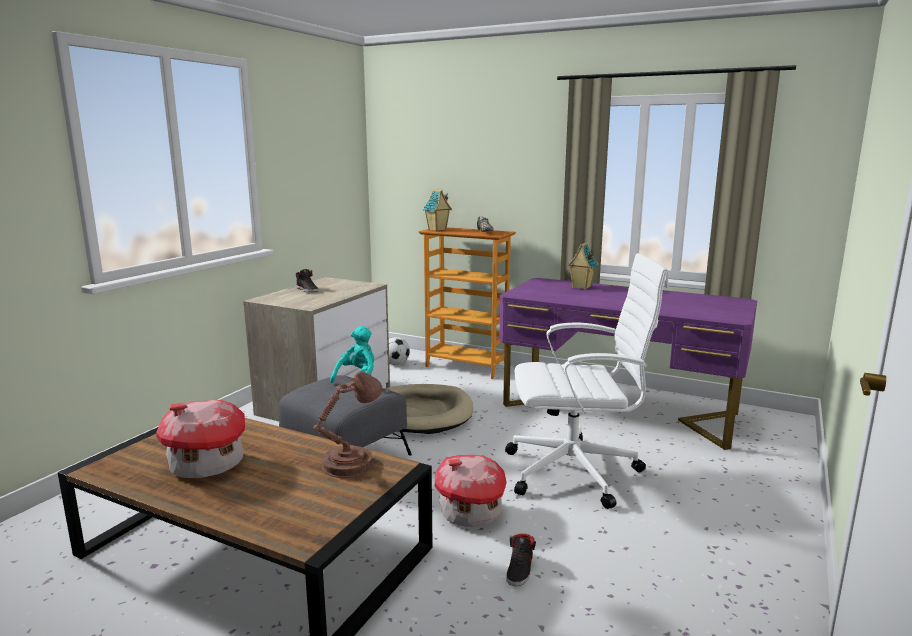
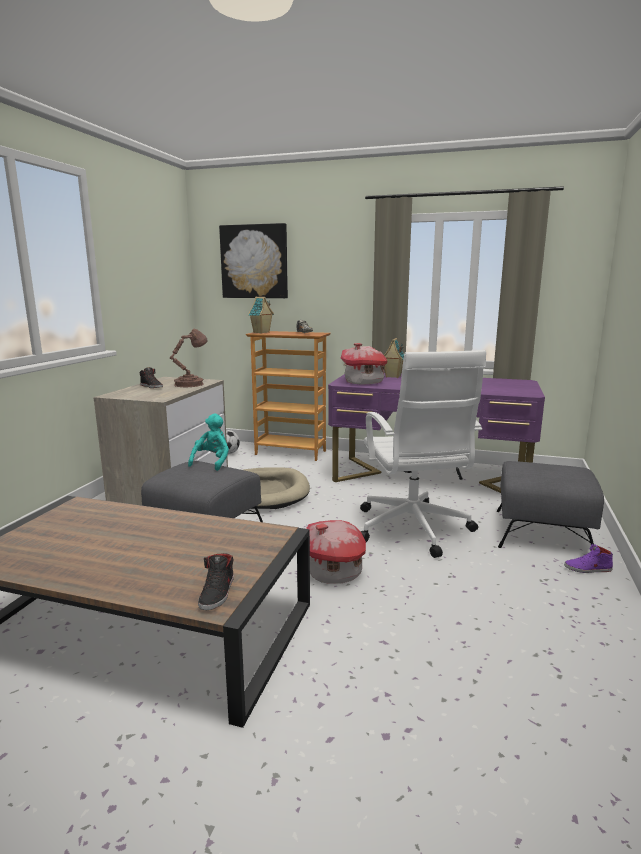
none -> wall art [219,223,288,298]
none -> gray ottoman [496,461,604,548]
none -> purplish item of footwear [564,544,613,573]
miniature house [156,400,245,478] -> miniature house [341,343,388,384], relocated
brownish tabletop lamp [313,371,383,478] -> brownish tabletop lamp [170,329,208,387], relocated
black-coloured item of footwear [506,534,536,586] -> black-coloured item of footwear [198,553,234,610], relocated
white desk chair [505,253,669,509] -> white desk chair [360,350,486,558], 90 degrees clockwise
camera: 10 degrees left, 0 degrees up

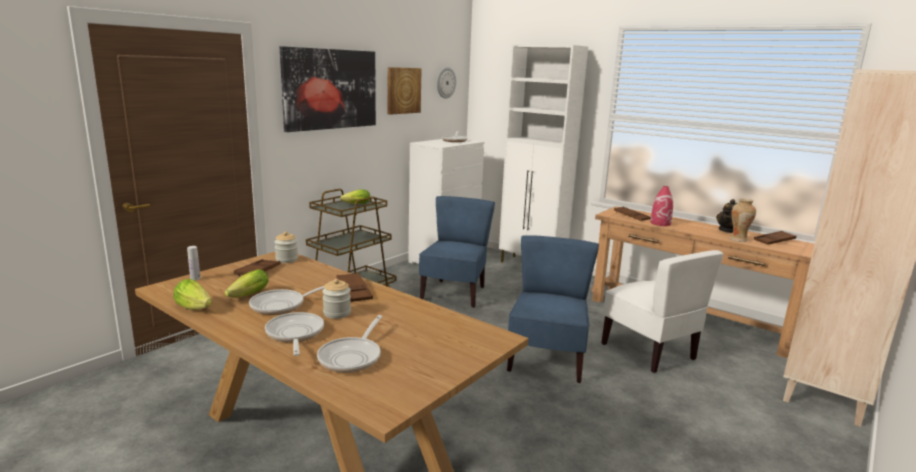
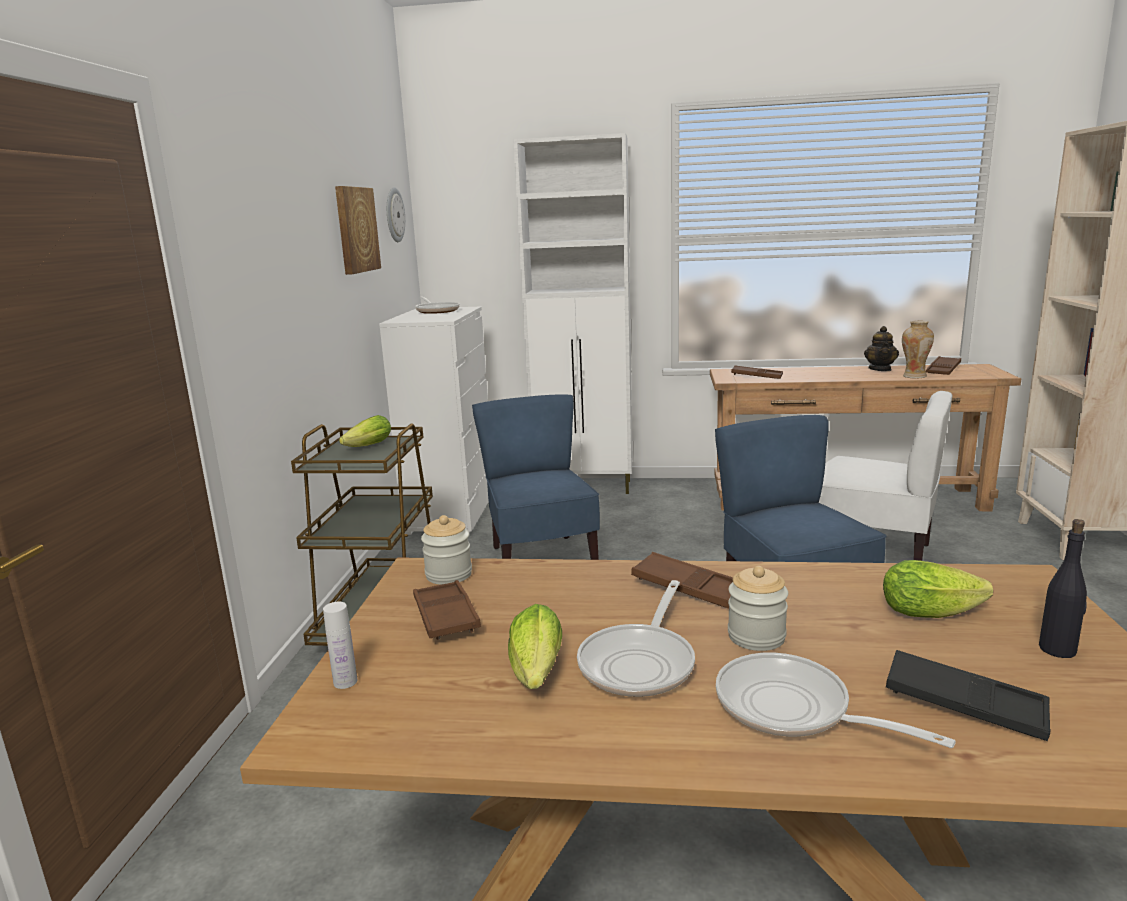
wall art [280,46,376,132] -> none
reddish decorative vase [650,186,673,226] -> none
none -> black-coloured bottle [1039,519,1087,658]
lettuce [173,279,212,310] -> lettuce [883,560,993,618], relocated
pan [317,315,383,373] -> black-coloured carrying tray [886,650,1051,741]
camera: 30 degrees left, 0 degrees up

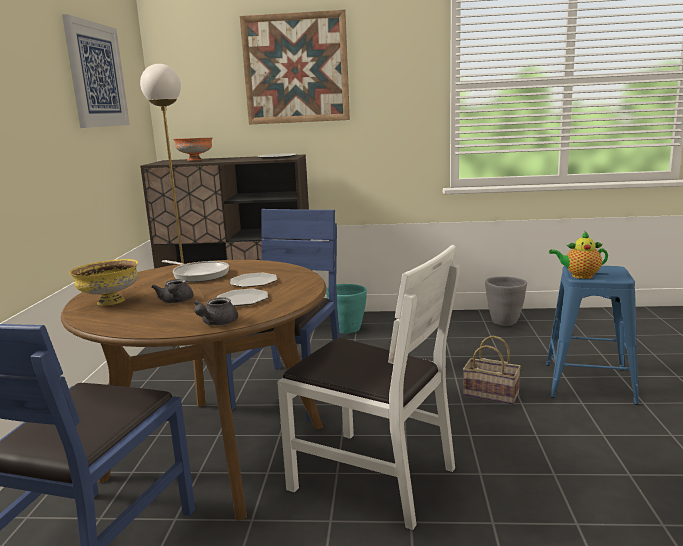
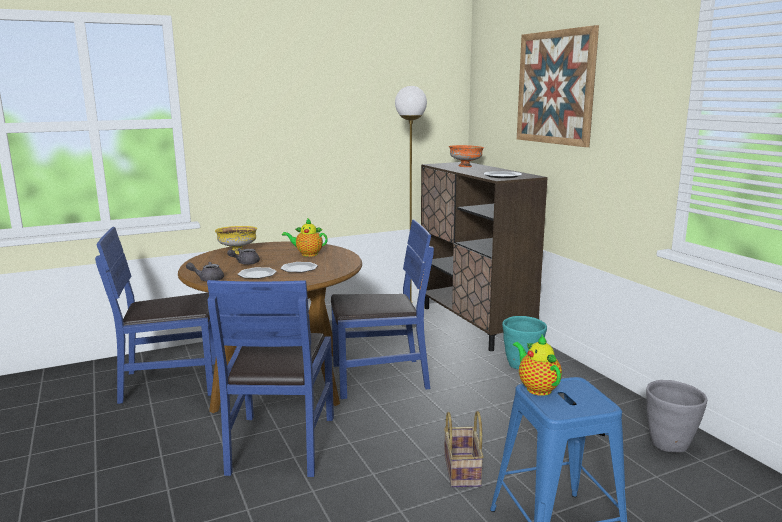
wall art [62,14,130,128] -> none
pan [162,260,229,282] -> teapot [282,218,328,257]
white chair [277,245,459,530] -> blue chair [207,280,334,477]
camera: 60 degrees right, 0 degrees up

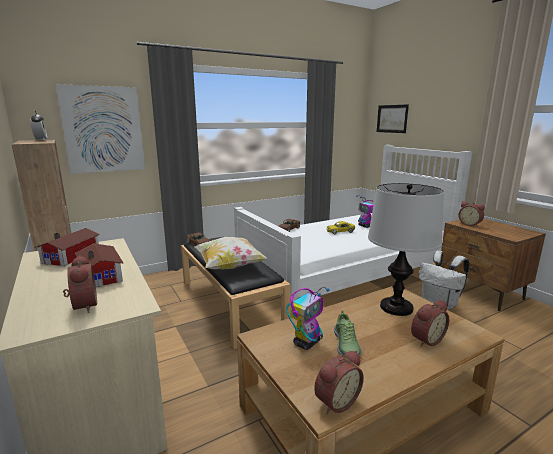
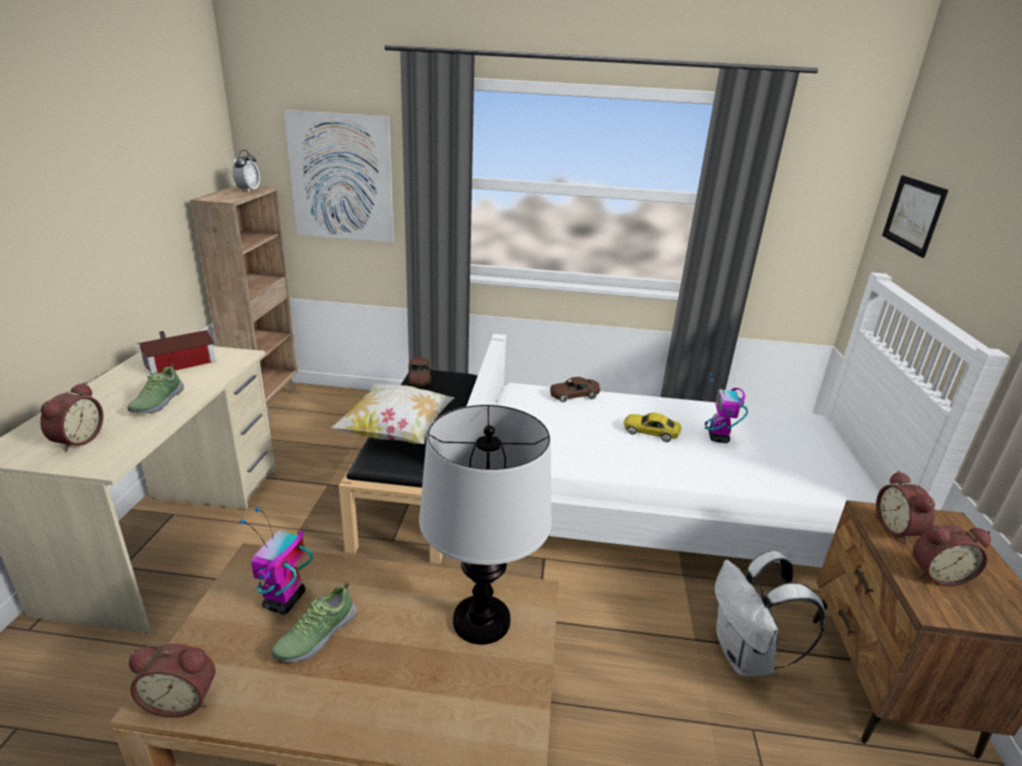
alarm clock [411,300,449,347] -> alarm clock [913,525,991,586], relocated
miniature house [75,243,123,287] -> item of footwear [127,364,184,414]
model robot [286,287,329,350] -> model robot [240,507,313,615], 120 degrees clockwise
camera: 35 degrees right, 10 degrees up

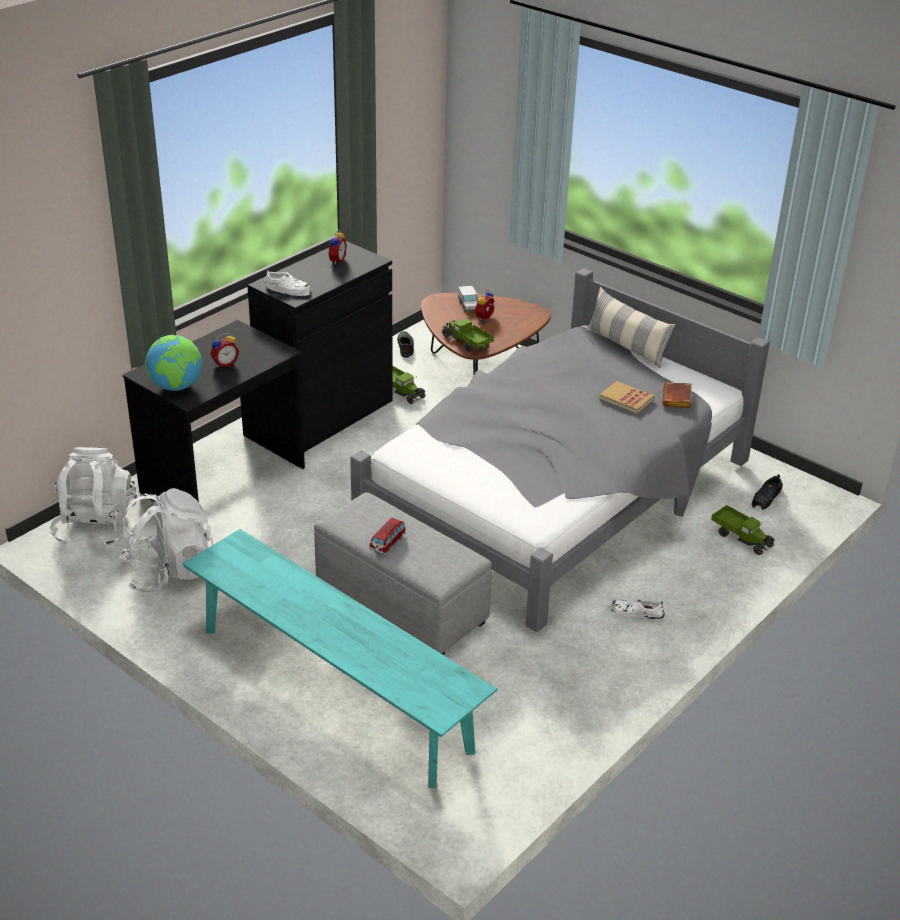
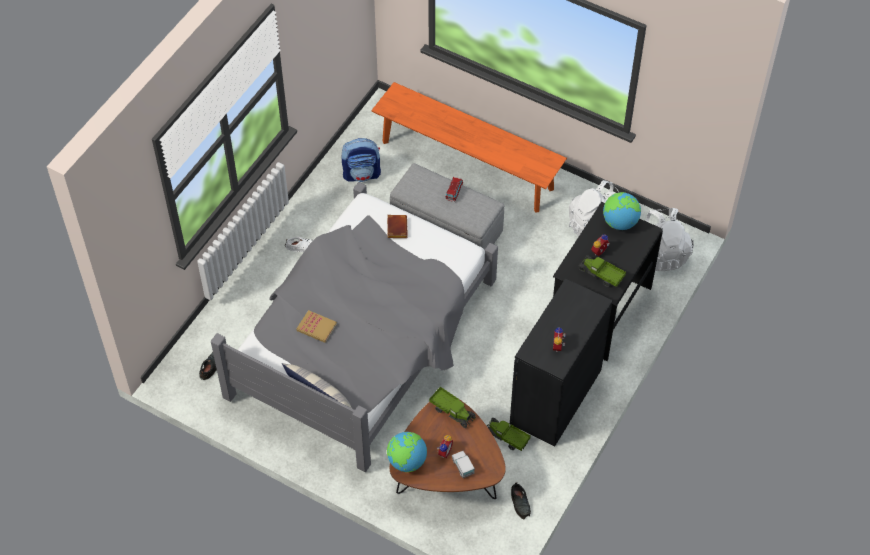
white item of footwear [264,270,311,296] -> none
none -> backpack [342,138,381,182]
none -> globe [387,432,427,472]
brownish volume [662,382,692,408] -> brownish volume [387,215,408,238], relocated
toy truck [711,505,774,555] -> toy truck [578,255,626,287], relocated
turquoise indoor bench [183,529,497,788] -> orangey indoor bench [371,82,567,213]
camera: 170 degrees right, 20 degrees up

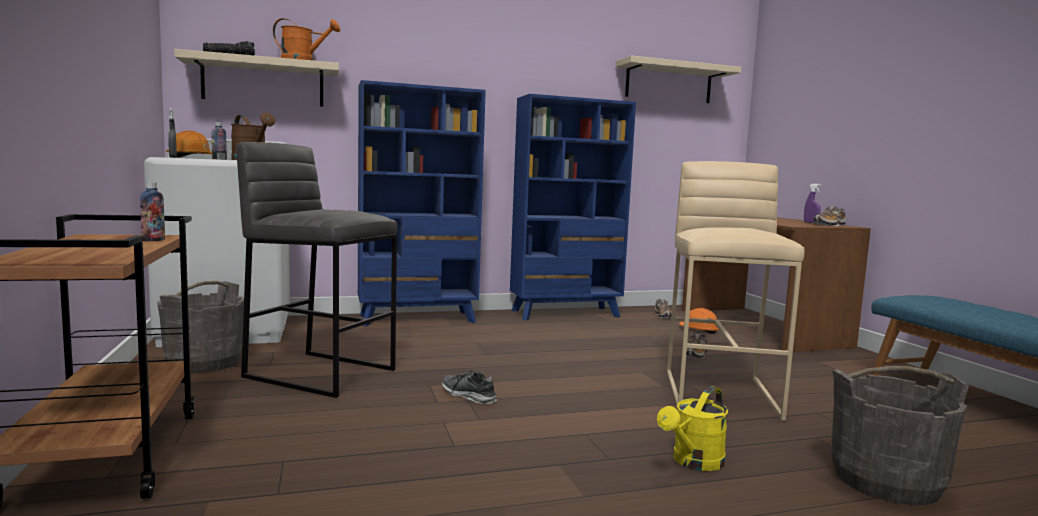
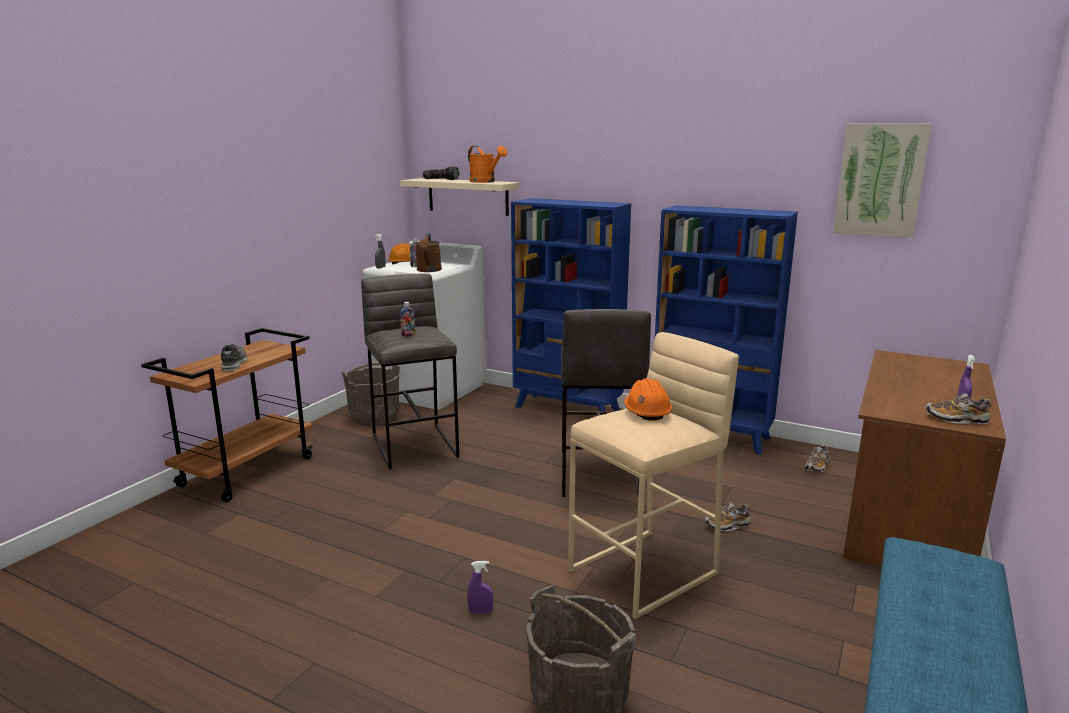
none -> gray sitting stool [561,309,651,497]
bottle [140,182,165,241] -> bottle [400,302,415,337], relocated
item of footwear [442,370,497,404] -> item of footwear [221,344,248,371], relocated
orangey hard hat [679,308,719,334] -> orangey hard hat [624,378,672,421], relocated
beige-coloured shelf [616,55,741,103] -> wall art [833,123,931,238]
yellow sprinkling can [657,386,728,471] -> purplish sprayer [467,561,493,613]
camera: 45 degrees right, 10 degrees up

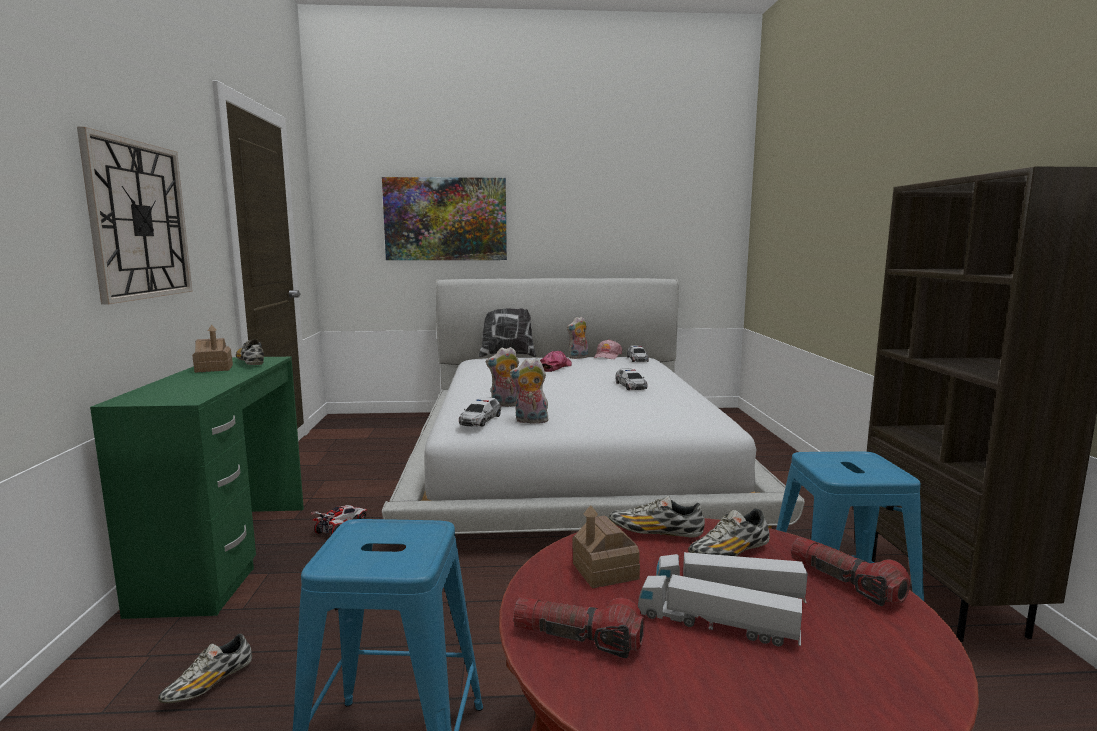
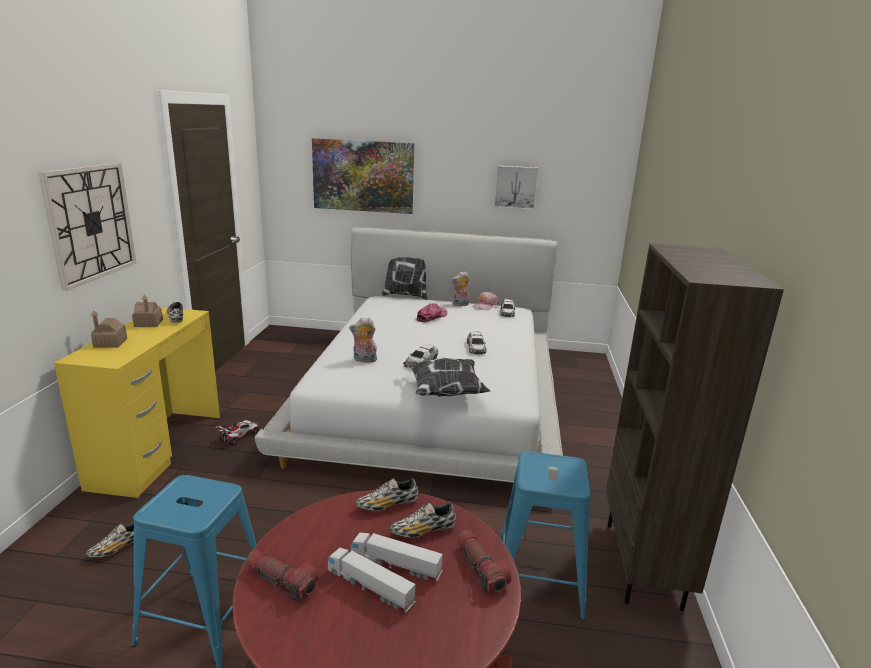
soft toy [510,358,550,424] -> none
none -> pillow [403,358,490,397]
none -> wall art [494,166,538,210]
model car [459,397,501,427] -> model car [406,344,438,368], relocated
miniature house [572,505,640,588] -> miniature house [91,311,127,348], relocated
green desk unit [90,357,304,619] -> yellow desk unit [54,307,220,498]
item of footwear [609,496,705,537] -> item of footwear [355,478,418,511], 45 degrees counterclockwise
camera: 10 degrees right, 10 degrees up

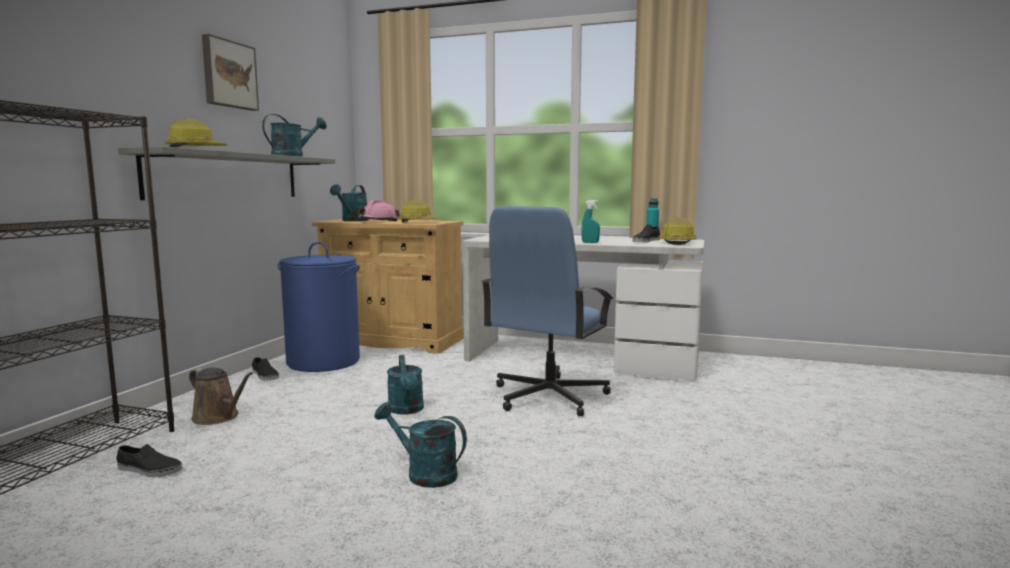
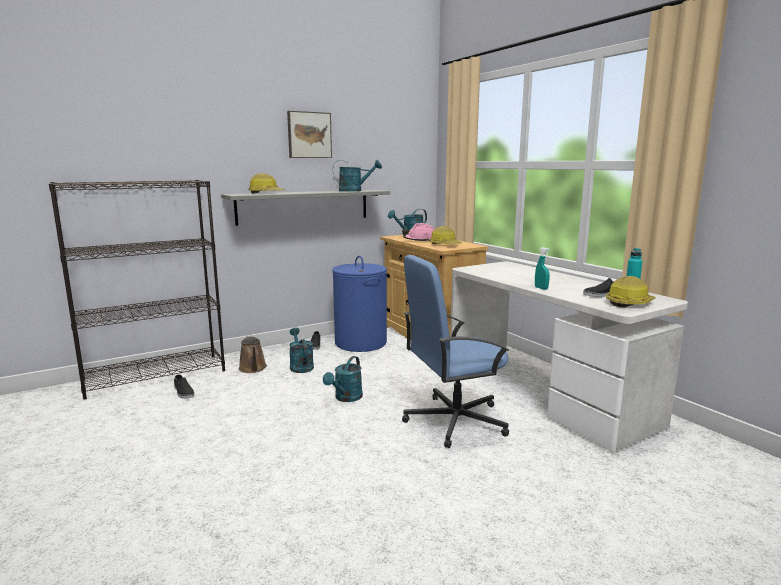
turquoise sprinkling can [375,402,467,488] -> turquoise sprinkling can [289,328,314,373], relocated
camera: 40 degrees right, 5 degrees up

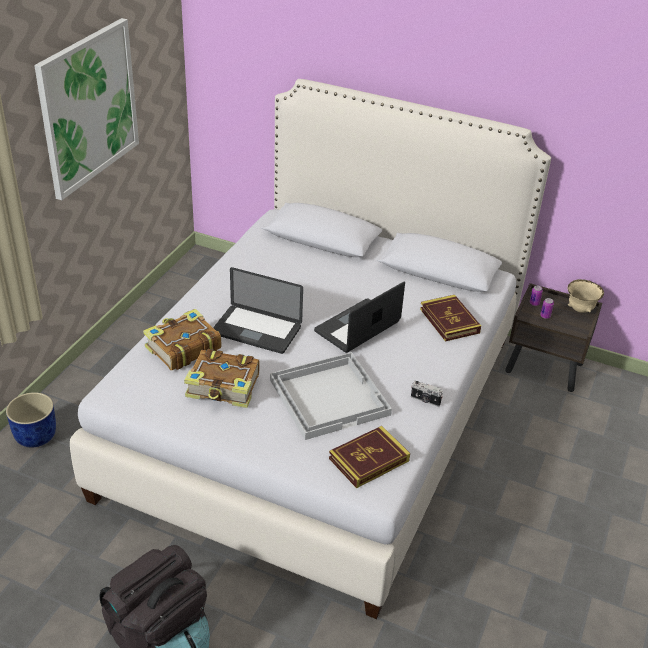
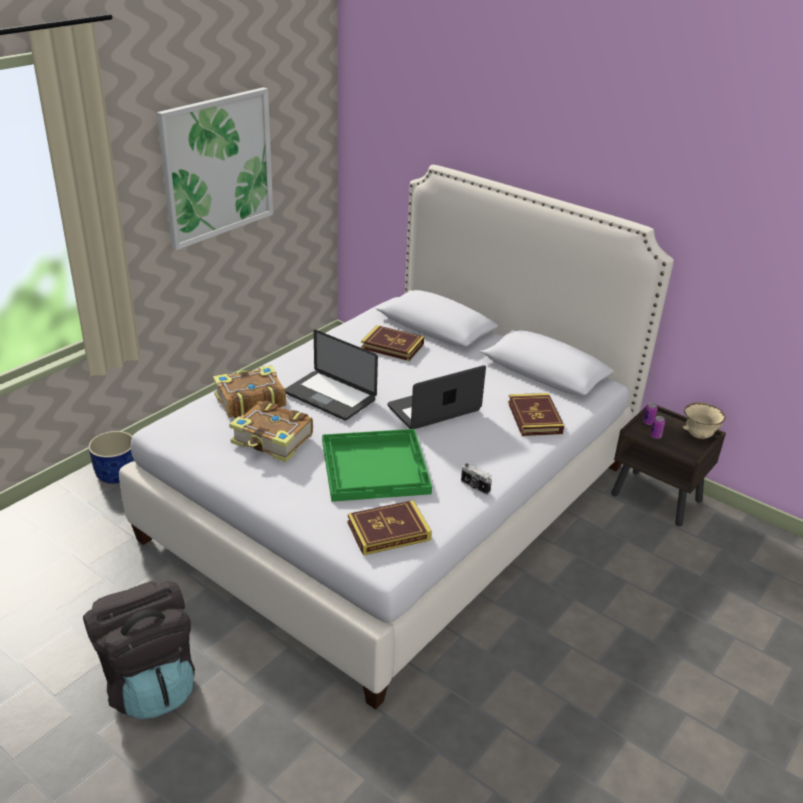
none -> volume [361,325,424,361]
white carrying tray [270,352,392,440] -> green carrying tray [322,429,432,502]
camera: 15 degrees right, 5 degrees down

